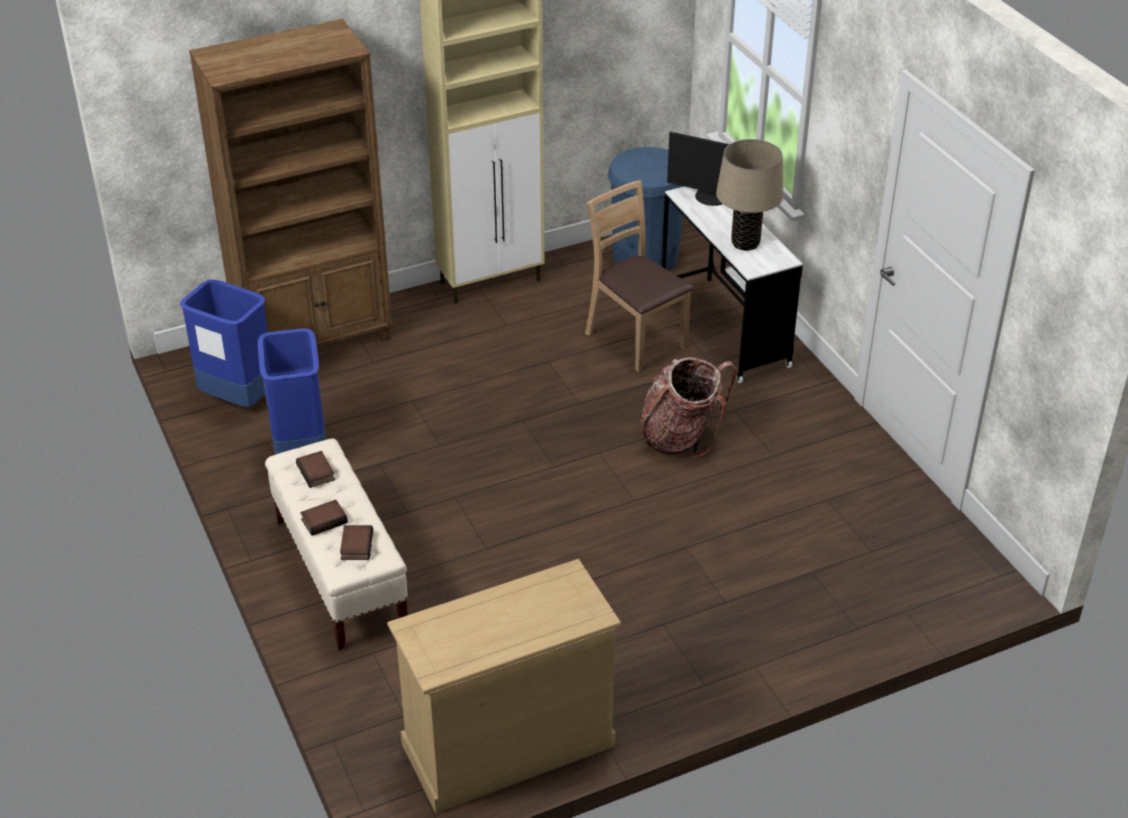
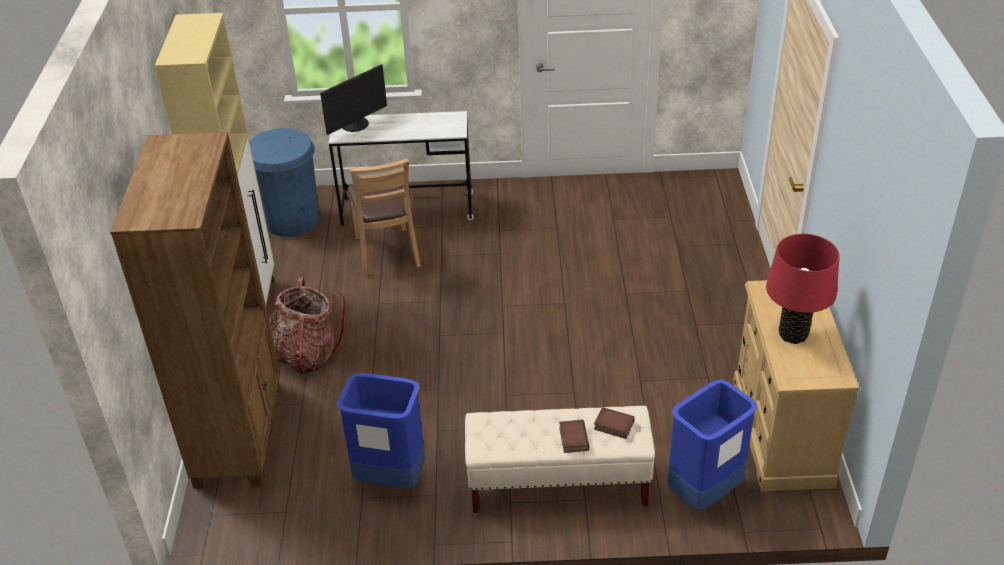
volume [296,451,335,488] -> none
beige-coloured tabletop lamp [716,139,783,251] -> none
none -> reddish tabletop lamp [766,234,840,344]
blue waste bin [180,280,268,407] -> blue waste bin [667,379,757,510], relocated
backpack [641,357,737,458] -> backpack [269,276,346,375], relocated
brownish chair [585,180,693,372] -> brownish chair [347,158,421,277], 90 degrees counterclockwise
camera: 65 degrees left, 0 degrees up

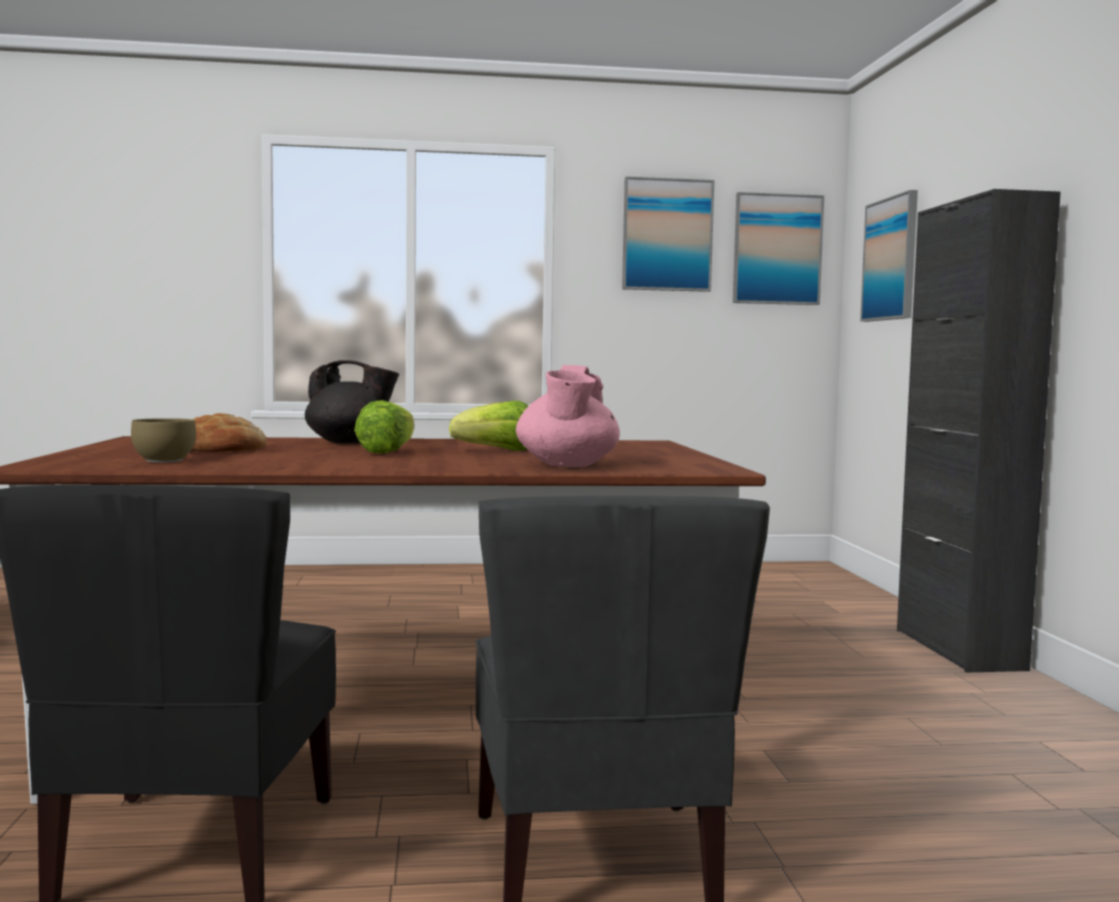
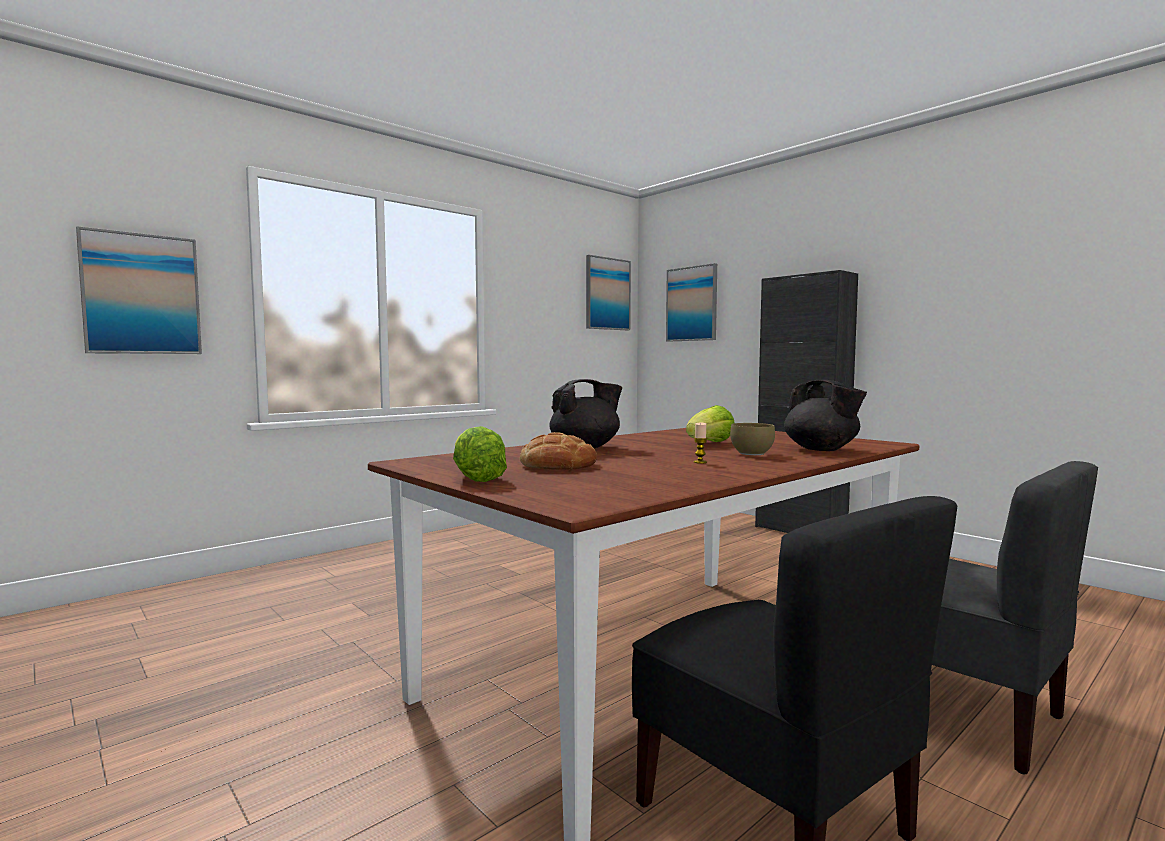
none -> wax candle [693,423,707,464]
brownish deep dish [131,418,196,463] -> brownish deep dish [730,423,775,455], relocated
lettuce [354,400,414,454] -> lettuce [453,426,507,482], relocated
wall art [622,176,714,292] -> wall art [76,226,202,354], relocated
pink-coloured teapot [516,365,620,467] -> black-coloured teapot [784,380,867,451]
camera: 35 degrees left, 0 degrees up

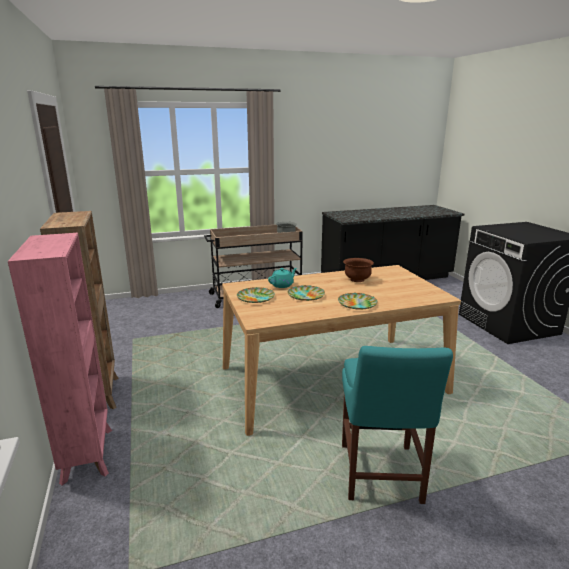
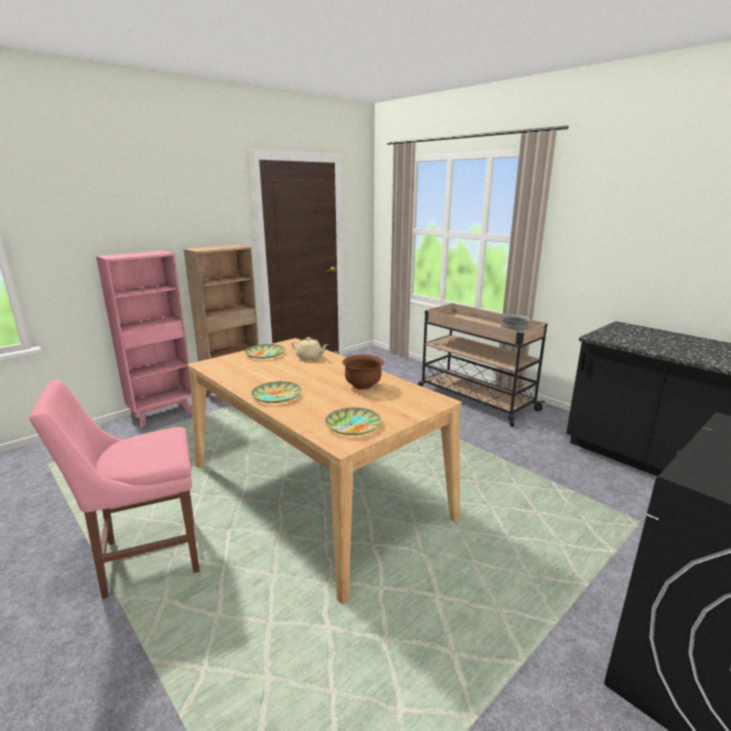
dinner plate [288,285,325,301] -> dinner plate [325,408,382,435], relocated
turquoise teapot [268,268,297,288] -> beige-coloured teapot [292,337,328,360]
turquoise chair [342,346,453,504] -> pink-coloured chair [30,379,200,599]
camera: 65 degrees right, 0 degrees up

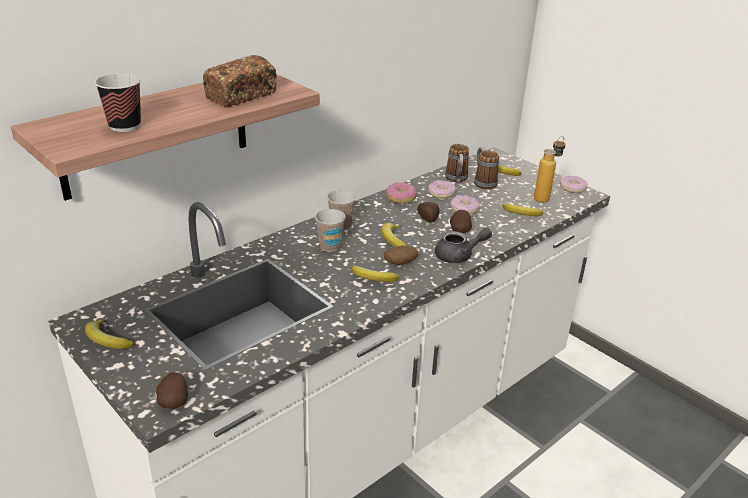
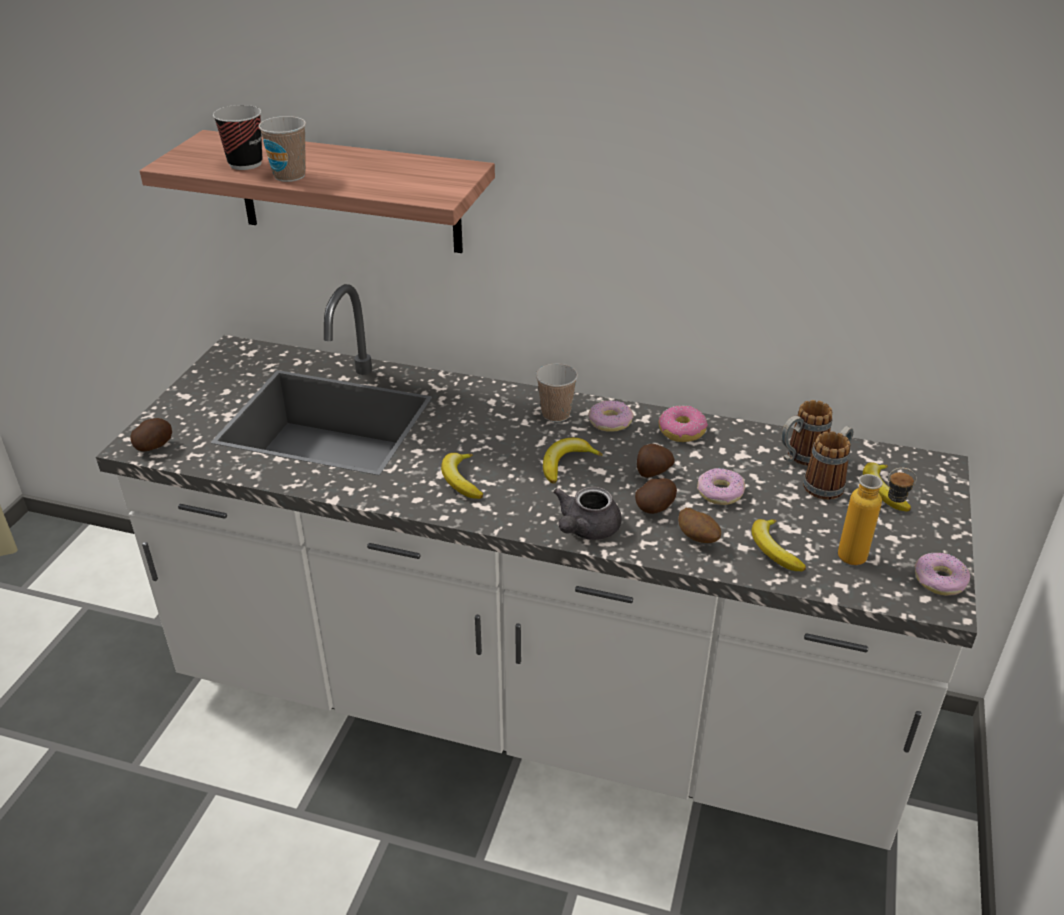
banana [85,319,134,349] -> none
bakery bread [203,55,277,108] -> none
small cup [315,209,346,252] -> small cup [259,116,306,182], relocated
whole potato [384,246,419,265] -> whole potato [678,508,721,543], relocated
doughnut [429,180,456,199] -> doughnut [588,401,634,432], relocated
gray teapot [435,228,492,263] -> gray teapot [553,486,622,540], 75 degrees clockwise
camera: 60 degrees right, 5 degrees up

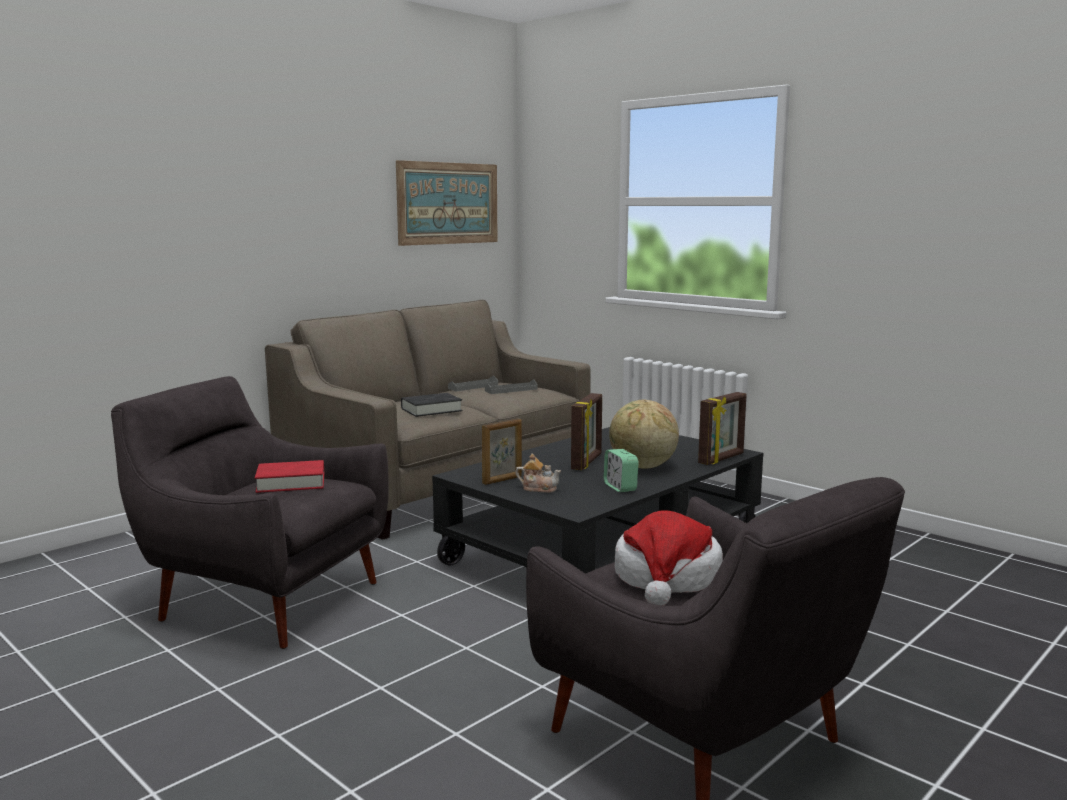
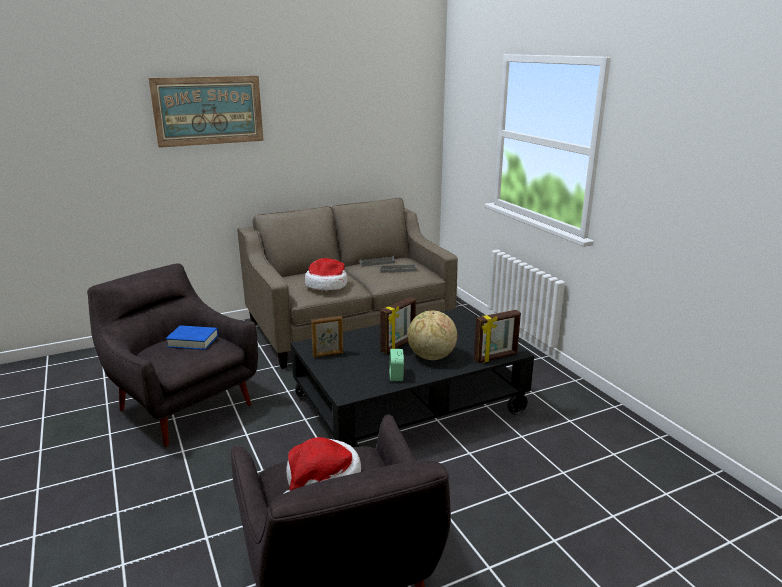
teapot [515,453,561,493] -> none
wall art [396,160,498,246] -> wall art [148,76,264,148], relocated
black-coloured volume [401,393,462,417] -> wearable hat [305,258,347,291]
reddish volume [255,460,324,493] -> blue volume [166,325,218,350]
camera: 20 degrees right, 10 degrees up

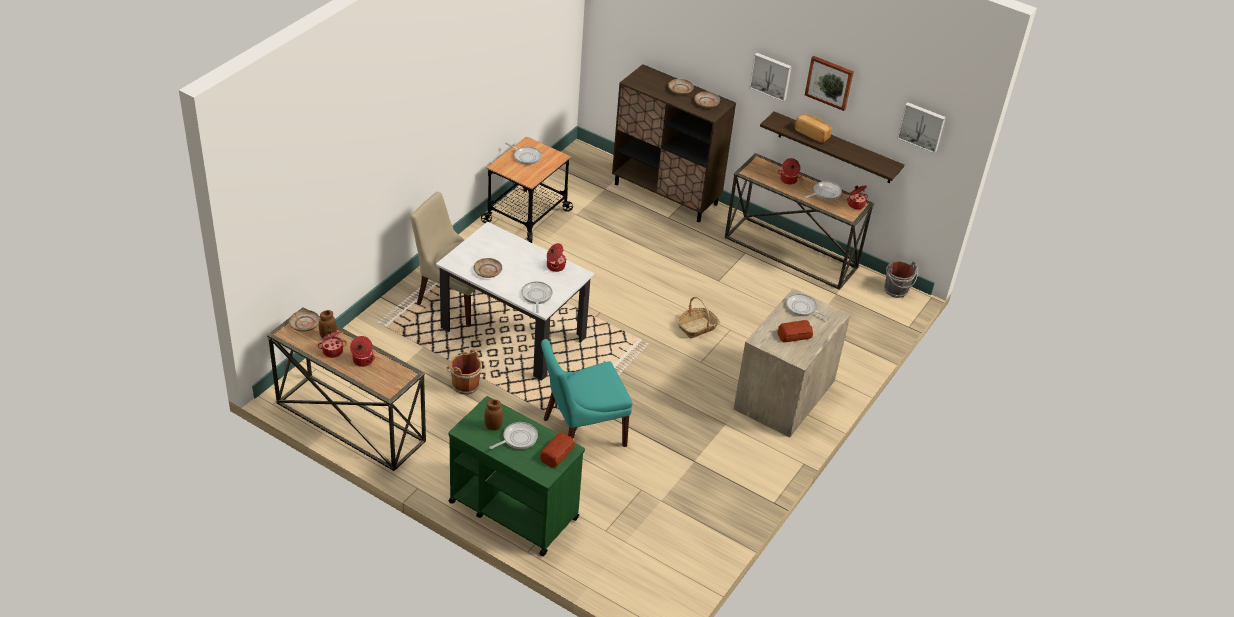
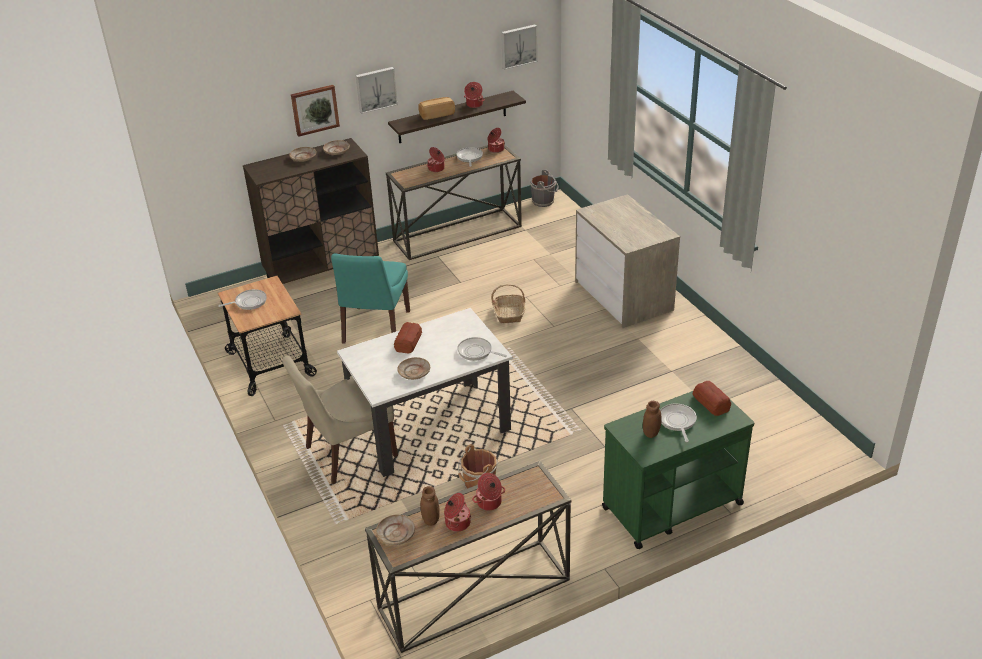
pan [786,294,830,319] -> none
turquoise chair [541,339,632,447] -> turquoise chair [331,253,410,343], relocated
stockpot [547,243,566,272] -> stockpot [464,82,485,108], relocated
bakery bread [777,320,813,342] -> bakery bread [394,322,422,354], relocated
wall art [805,56,854,111] -> wall art [291,85,340,137], relocated
camera: 55 degrees left, 5 degrees down

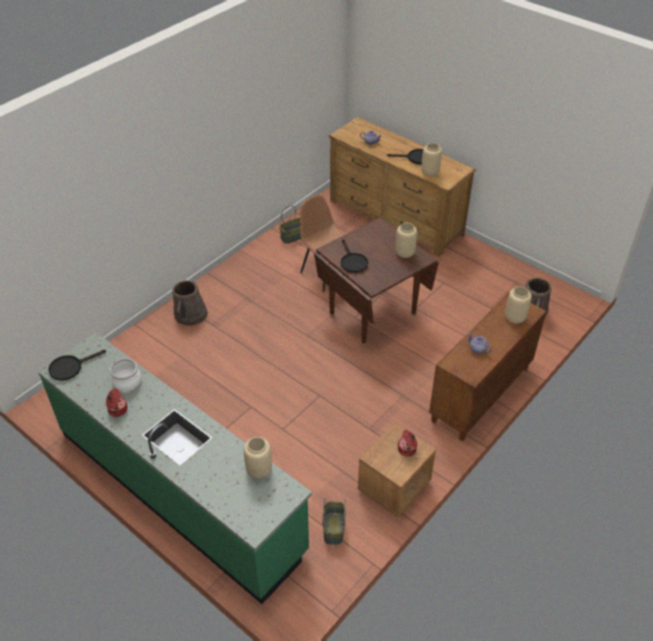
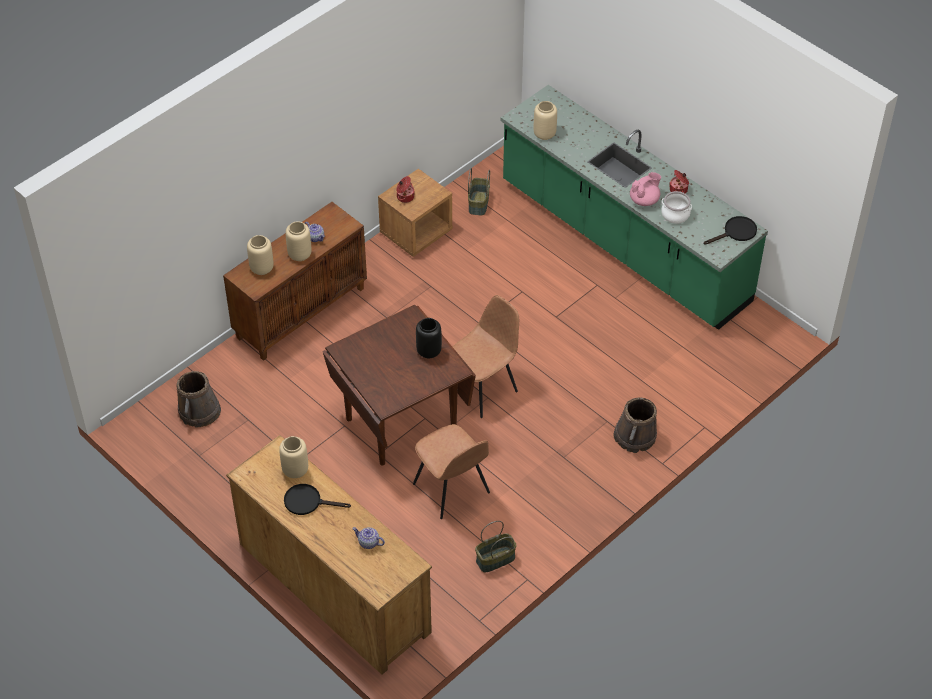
none -> brownish chair [452,295,519,418]
none -> pink-coloured teapot [630,172,661,206]
beige-coloured decorative vase [395,223,417,258] -> beige-coloured decorative vase [286,221,311,261], relocated
black-coloured pan [341,239,368,273] -> black-coloured decorative vase [416,318,442,358]
camera: 175 degrees left, 5 degrees up

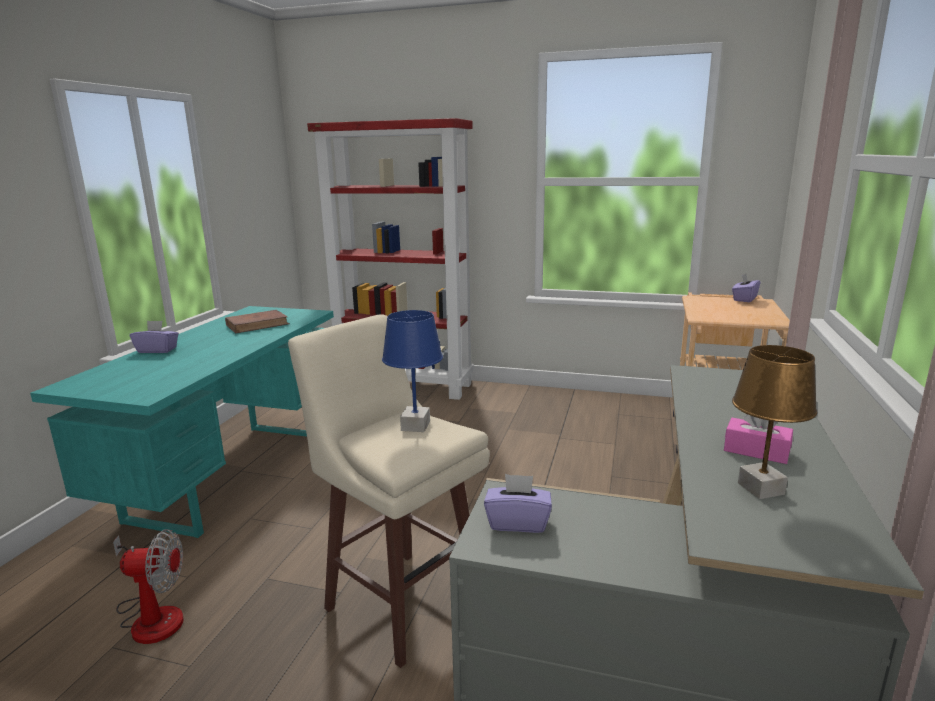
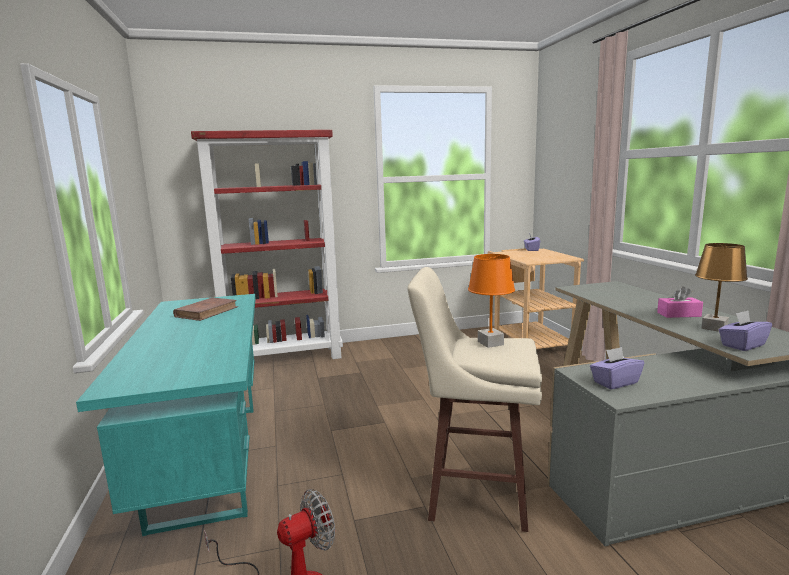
purplish box of tissues [130,321,179,353] -> purplish box of tissues [719,310,772,351], relocated
blue tabletop lamp [382,310,443,432] -> orangey tabletop lamp [468,254,515,348]
camera: 30 degrees left, 5 degrees down

